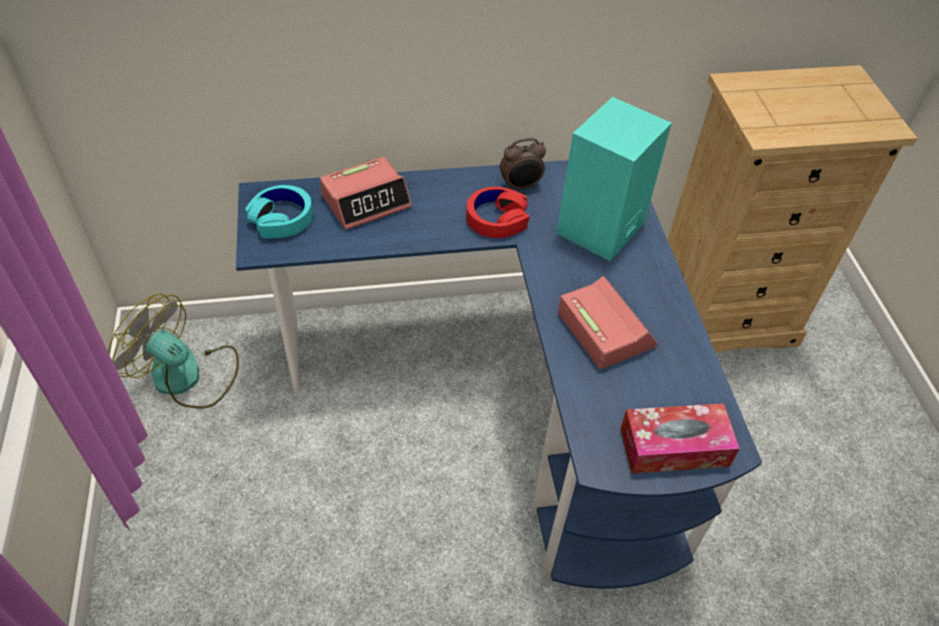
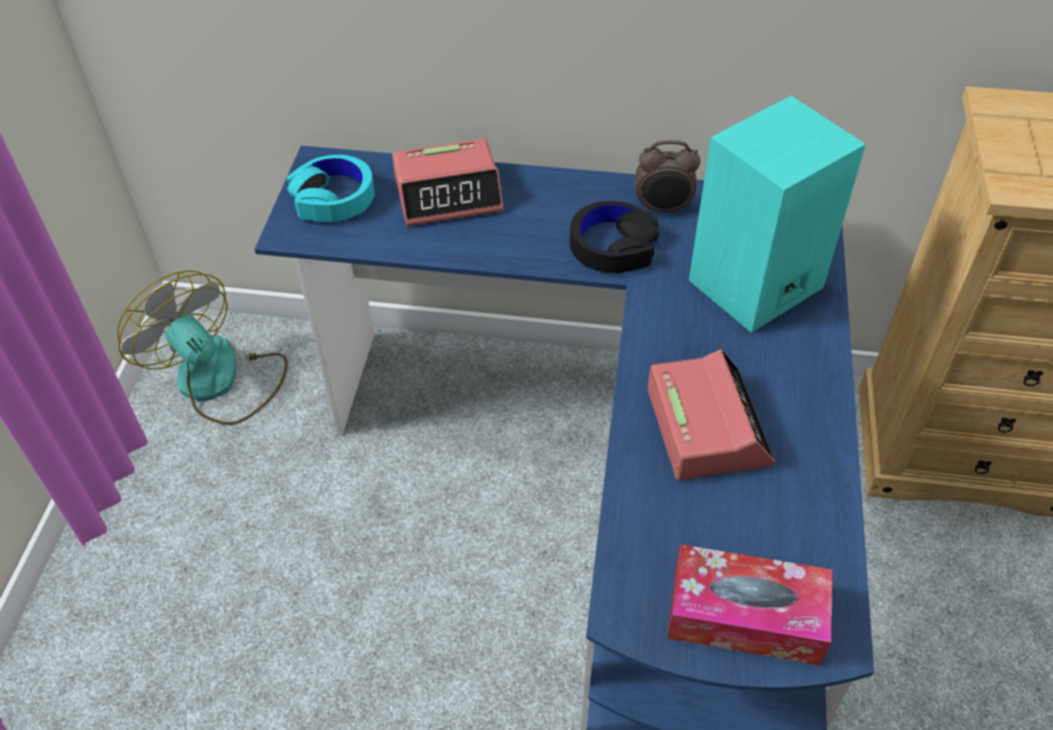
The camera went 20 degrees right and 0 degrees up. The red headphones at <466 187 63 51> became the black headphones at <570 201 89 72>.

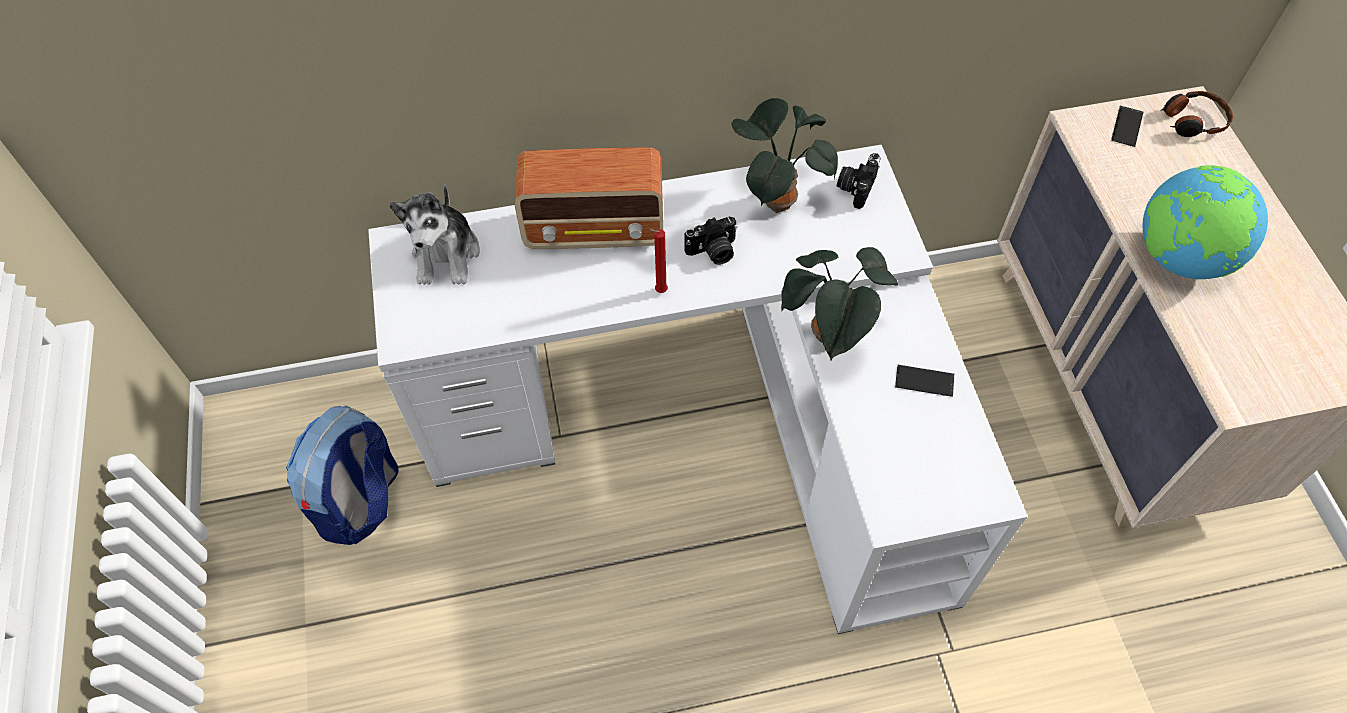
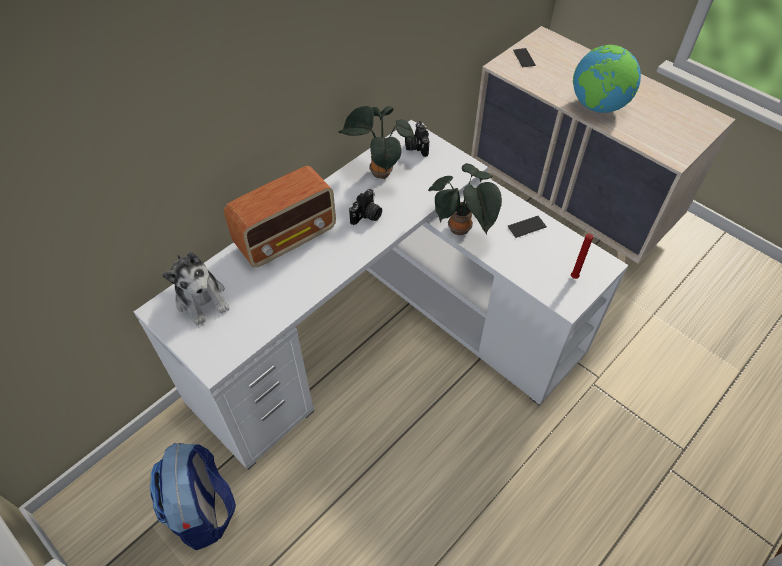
The camera went 35 degrees left and 5 degrees down. The headphones at <1160 91 73 46> disappeared. The red candle moved from <649 229 19 64> to <571 233 22 46>.

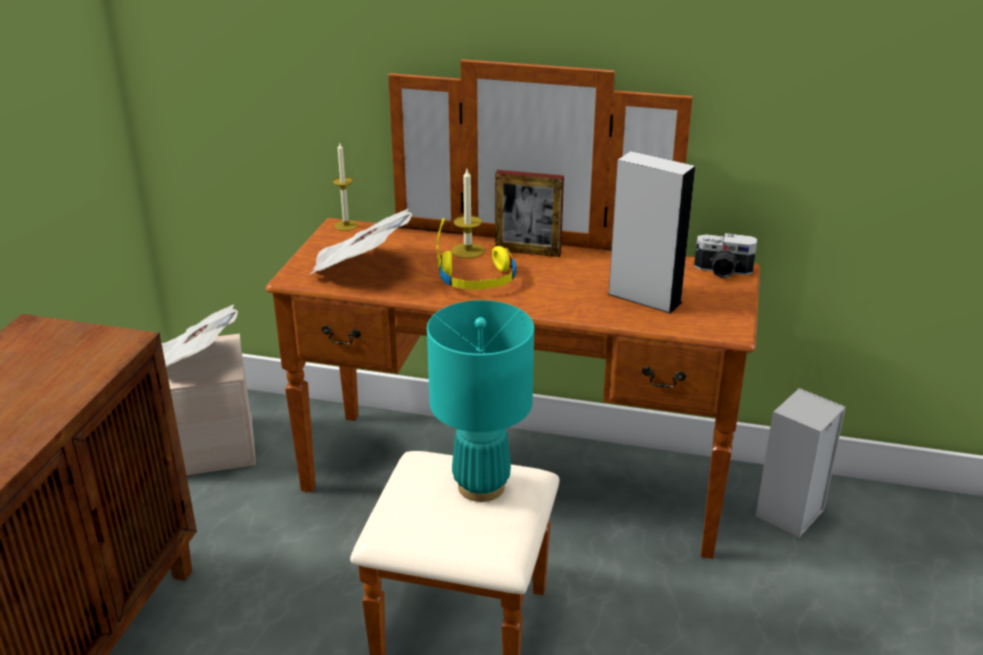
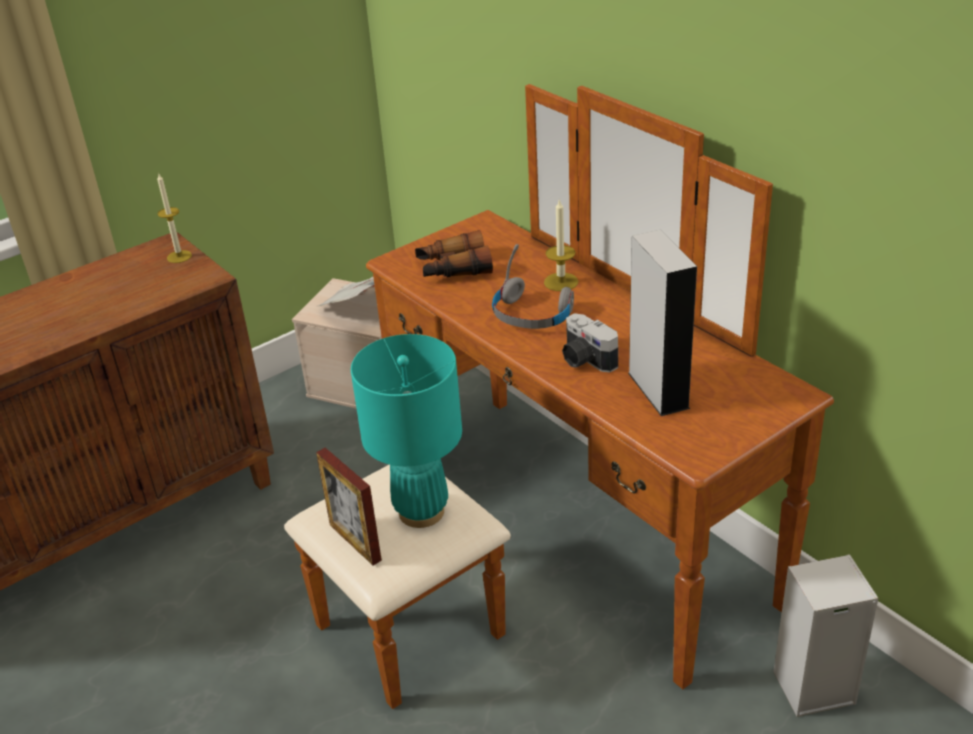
The camera went 40 degrees right and 5 degrees up. The candle moved from <333 143 25 88> to <157 174 35 89>. The picture frame moved from <495 170 69 87> to <316 448 66 117>. The newspaper at <310 209 102 65> was replaced by the binoculars at <415 230 78 47>. The yellow headphones at <437 218 79 72> became the grey headphones at <492 244 82 85>. The photo camera moved from <694 233 63 46> to <562 313 56 60>.

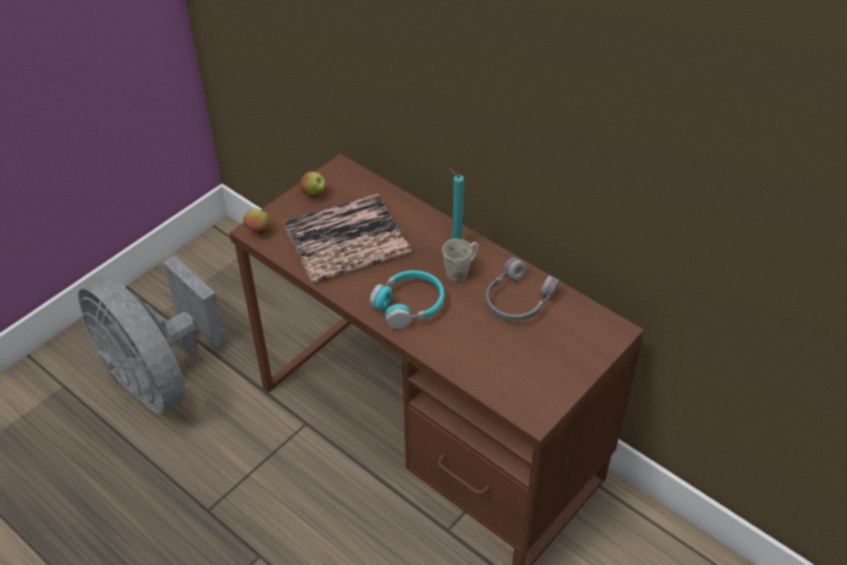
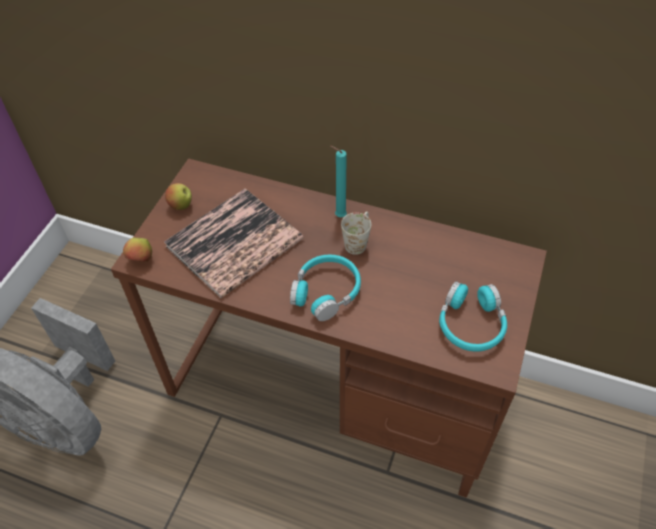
The camera went 20 degrees left and 5 degrees up. The grey headphones at <486 257 74 64> disappeared. The turquoise headphones at <439 281 68 71> appeared.

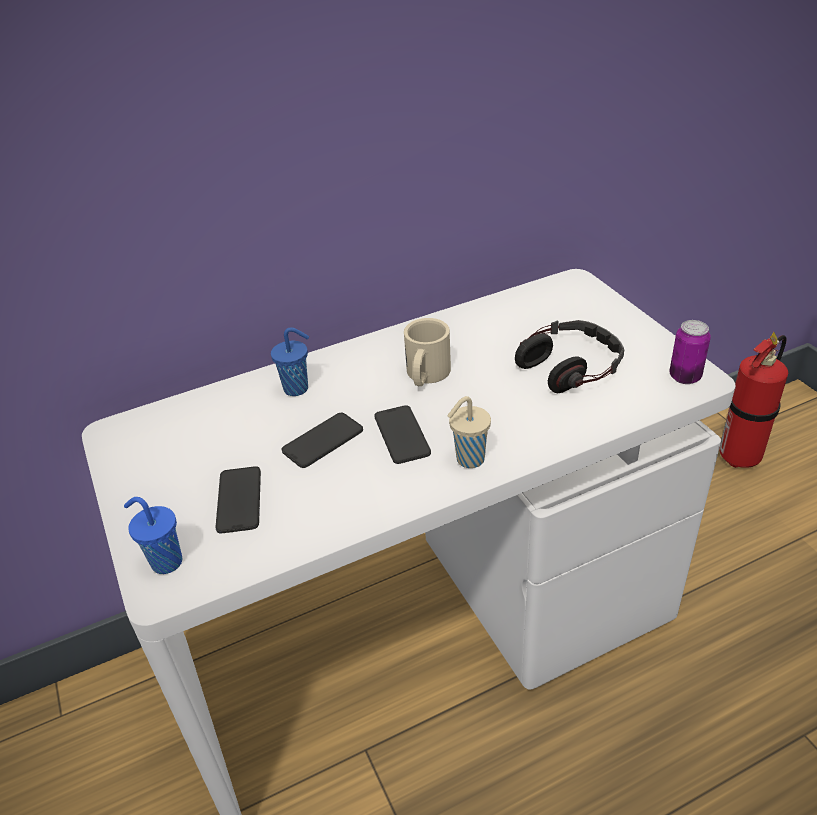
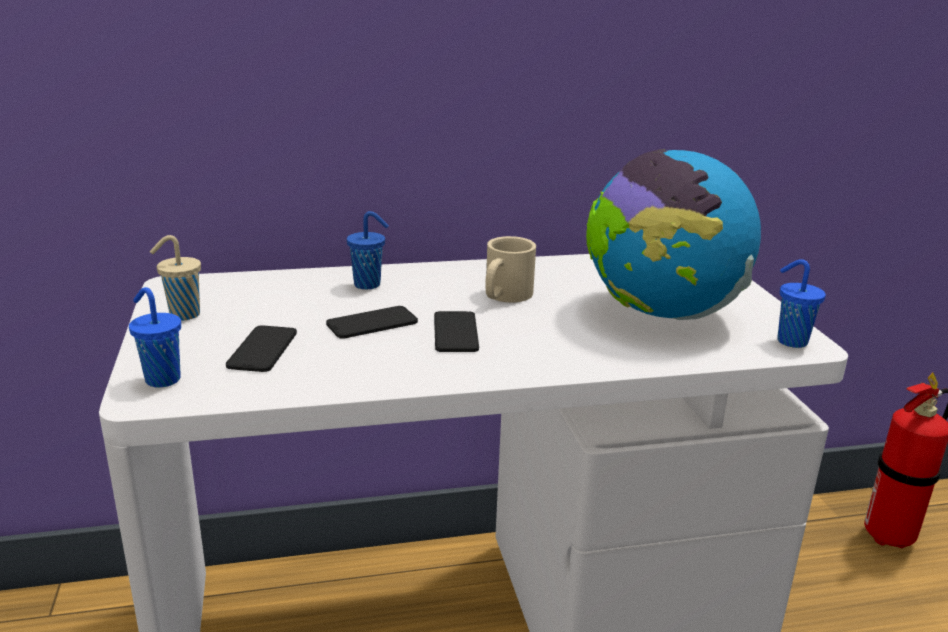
The camera went 10 degrees right and 15 degrees down. The headphones at <515 320 109 73> was replaced by the globe at <586 149 175 171>. The can at <669 320 42 64> was replaced by the blue cup at <777 259 49 89>. The beige cup moved from <447 396 44 72> to <150 235 51 86>.

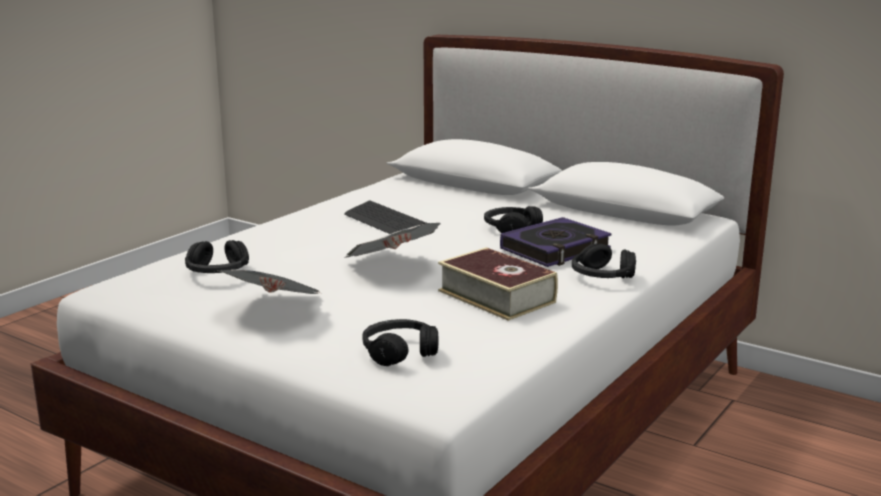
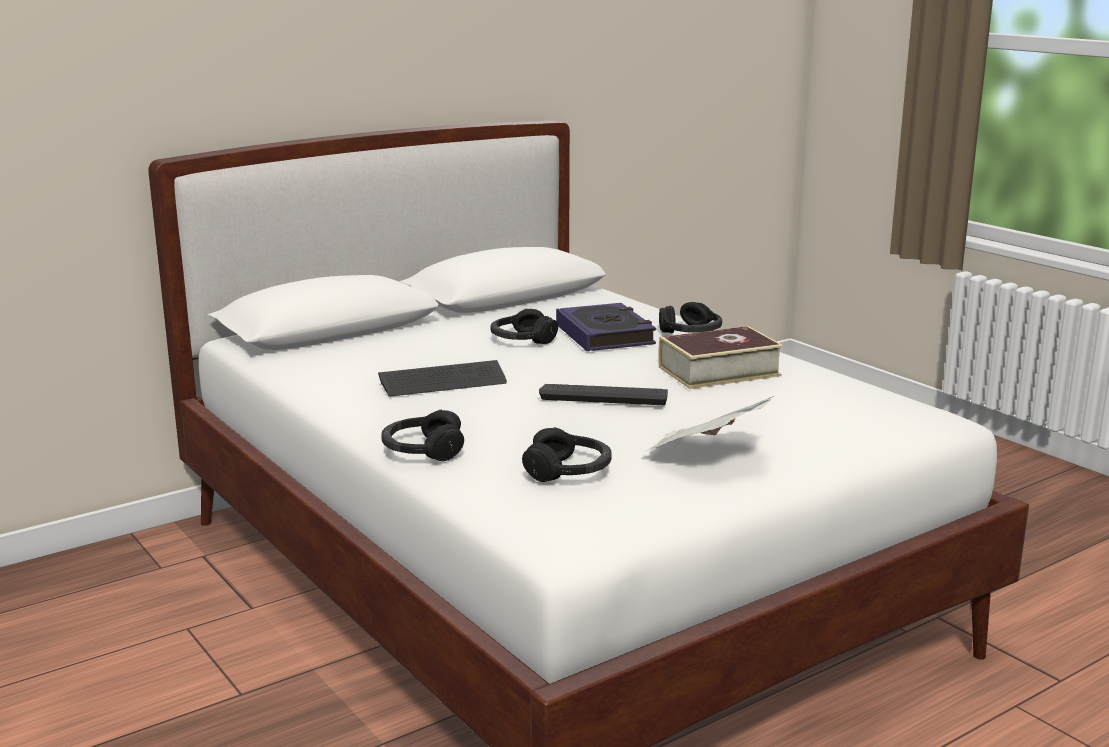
The camera went 70 degrees left and 0 degrees up. The newspaper at <346 223 95 34> was replaced by the keyboard at <539 384 129 21>. The black headphones moved from <362 319 77 47> to <381 410 83 51>.

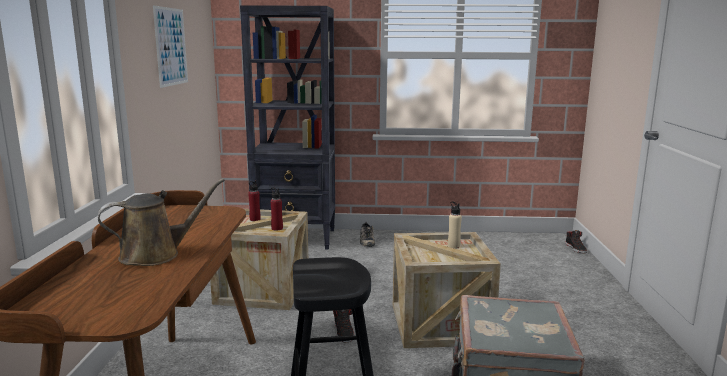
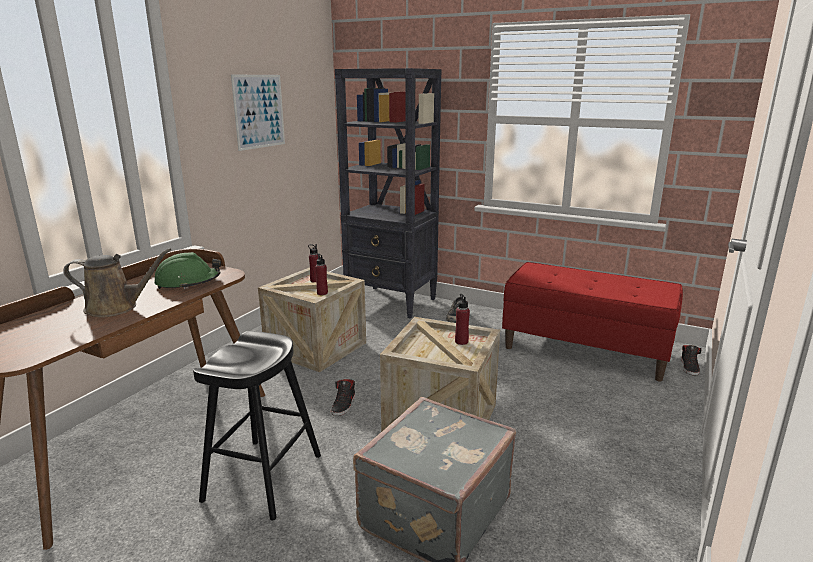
The camera went 25 degrees right and 5 degrees up. The beige bottle at <448 201 14 48> became the red bottle at <455 294 15 51>. The green hard hat at <154 252 67 37> appeared. The red bench at <502 262 181 120> appeared.

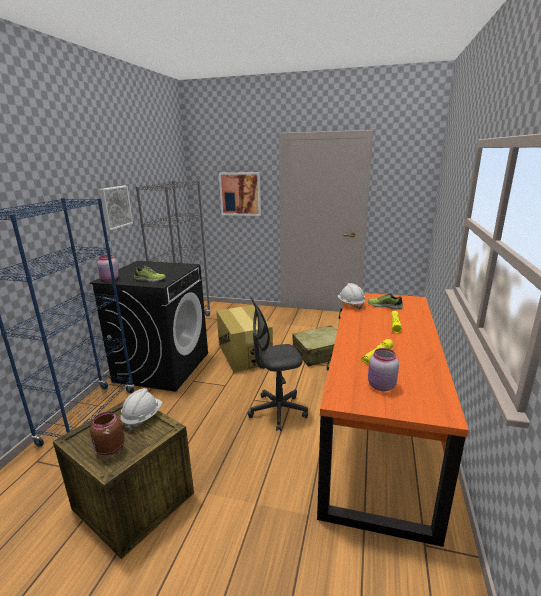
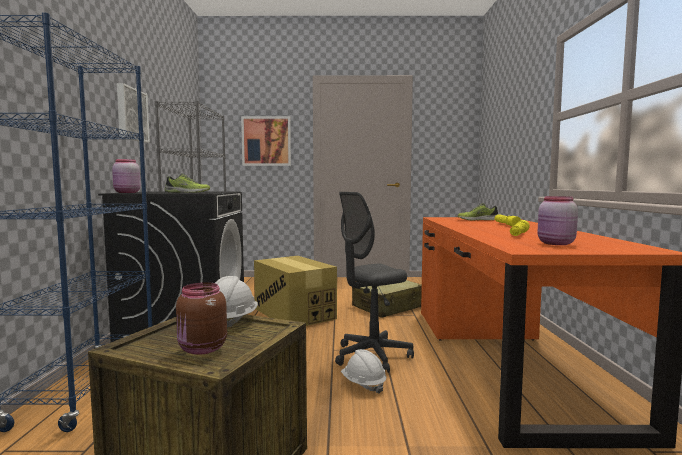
The camera went 15 degrees left and 15 degrees down. The white hard hat moved from <338 283 28 27> to <341 349 46 45>.

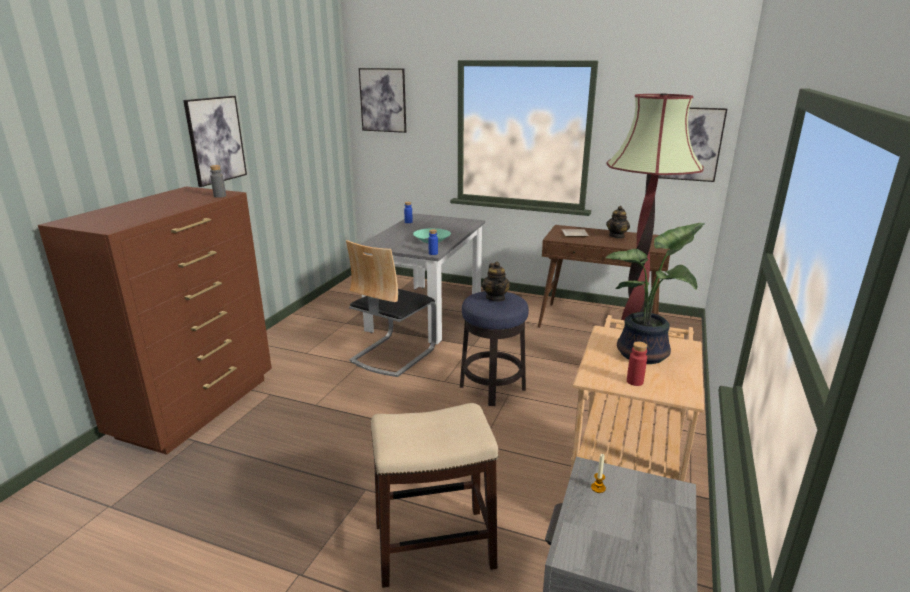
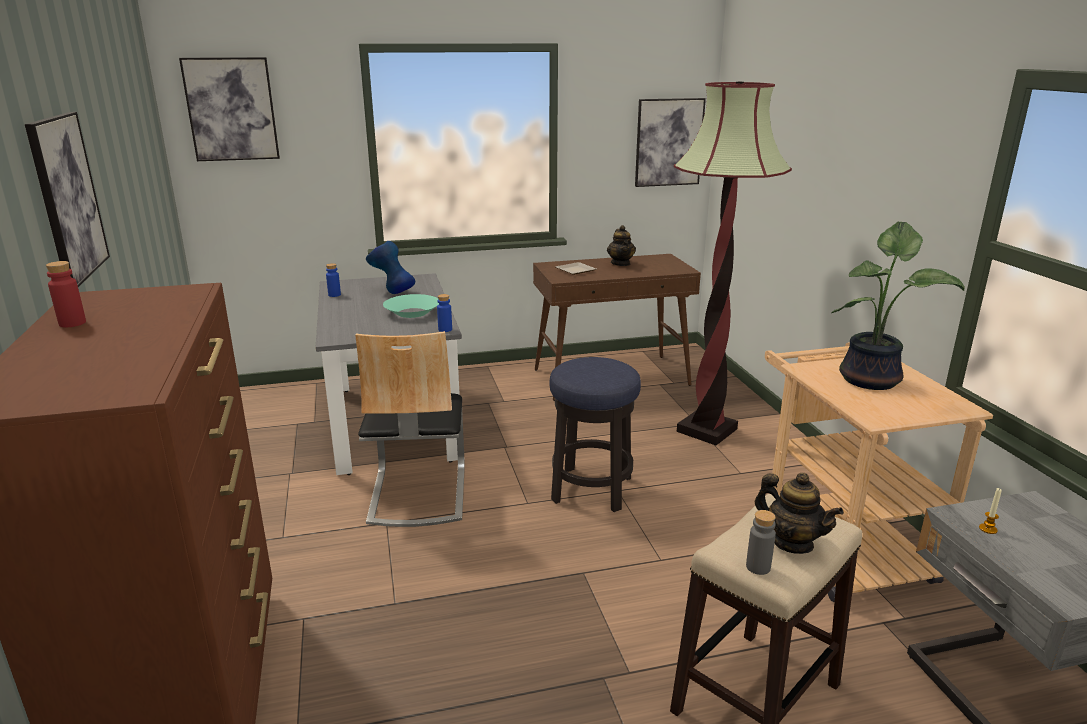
The camera went 35 degrees left and 0 degrees up. The grey bottle moved from <210 165 16 33> to <746 510 30 65>. The teapot moved from <482 261 28 41> to <755 473 89 81>. The red bottle moved from <627 341 20 45> to <46 261 40 66>. The blue vase at <366 241 49 53> appeared.

